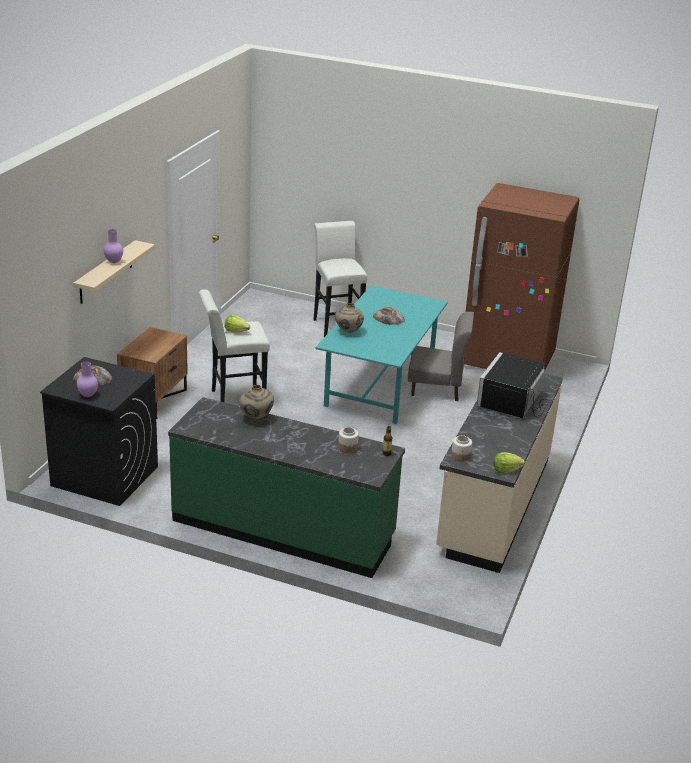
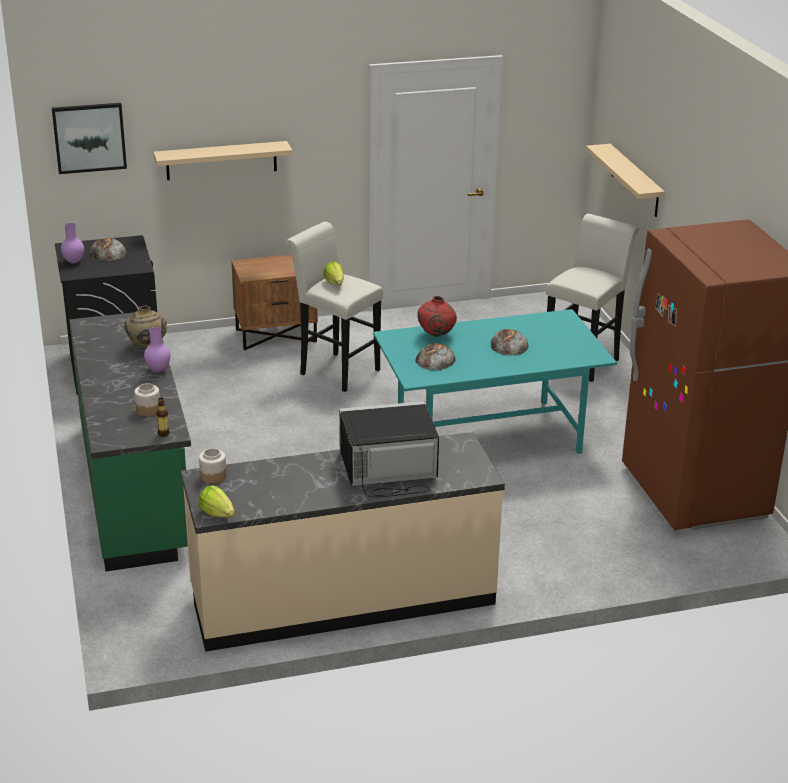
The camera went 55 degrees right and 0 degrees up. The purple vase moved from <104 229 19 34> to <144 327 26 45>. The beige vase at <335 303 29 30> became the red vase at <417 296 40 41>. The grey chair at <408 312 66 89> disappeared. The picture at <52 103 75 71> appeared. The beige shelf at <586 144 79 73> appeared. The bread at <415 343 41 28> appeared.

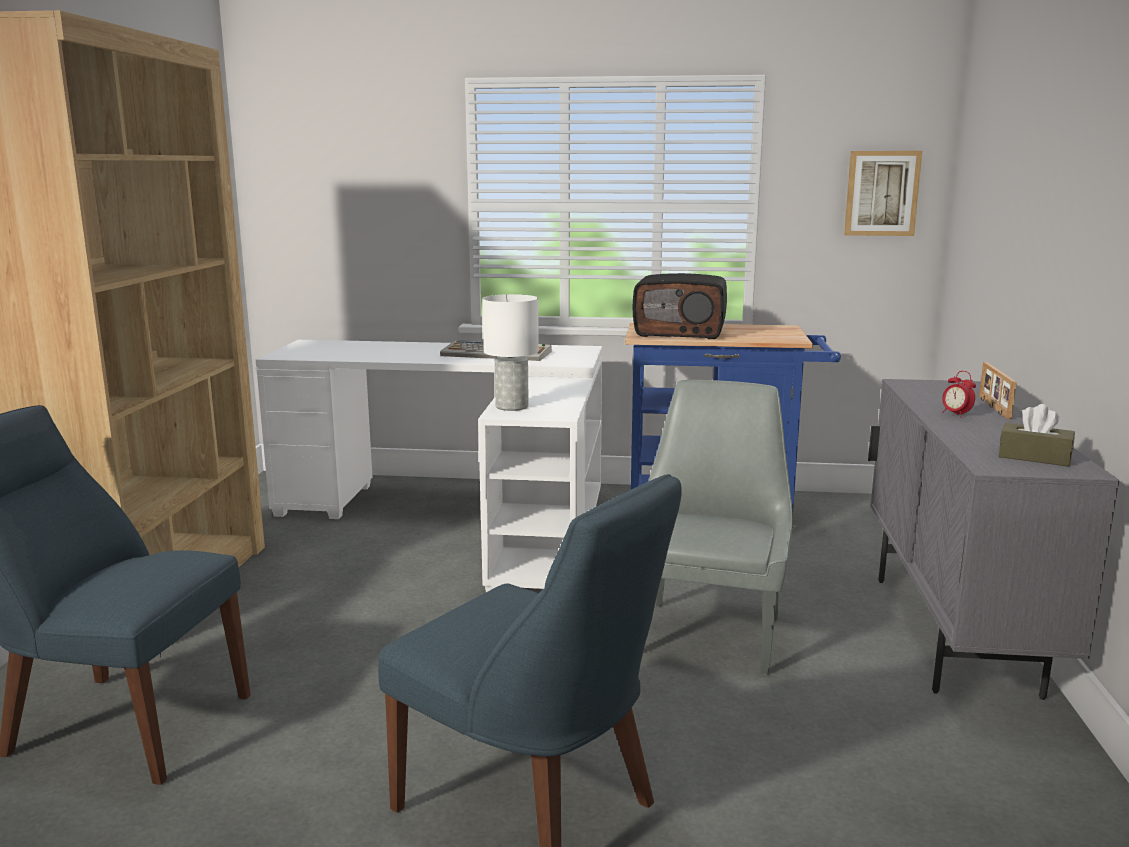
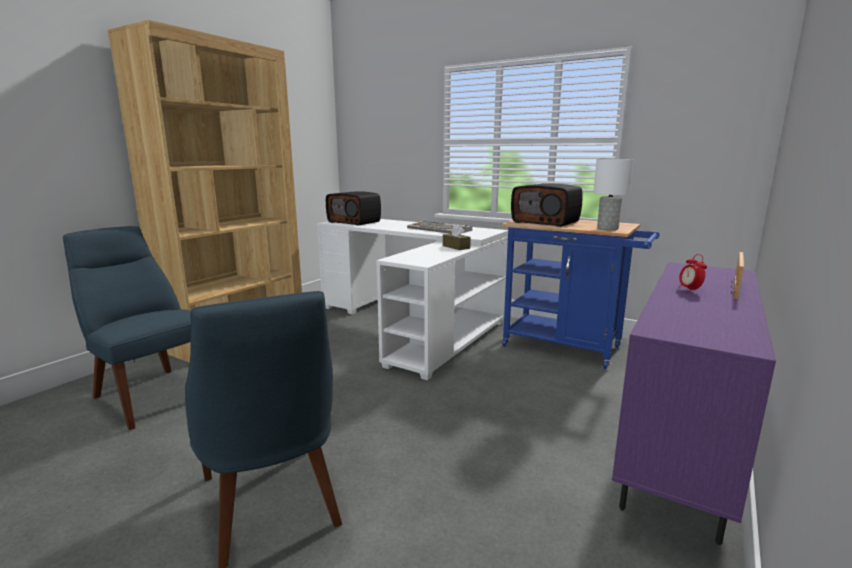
The camera went 25 degrees right and 0 degrees up. The picture at <844 151 78 85> disappeared. The white table lamp moved from <482 294 57 117> to <593 159 41 71>. The grey cabinet at <868 379 251 321> became the purple cabinet at <612 262 164 283>. The grey chair at <648 380 145 295> disappeared. The brown tissue box moved from <999 404 76 63> to <443 224 28 26>. The radio at <326 191 55 35> appeared.

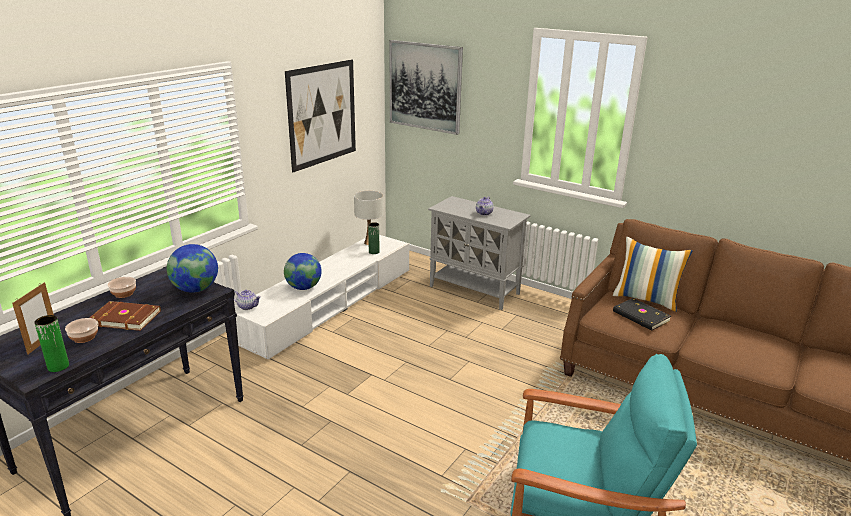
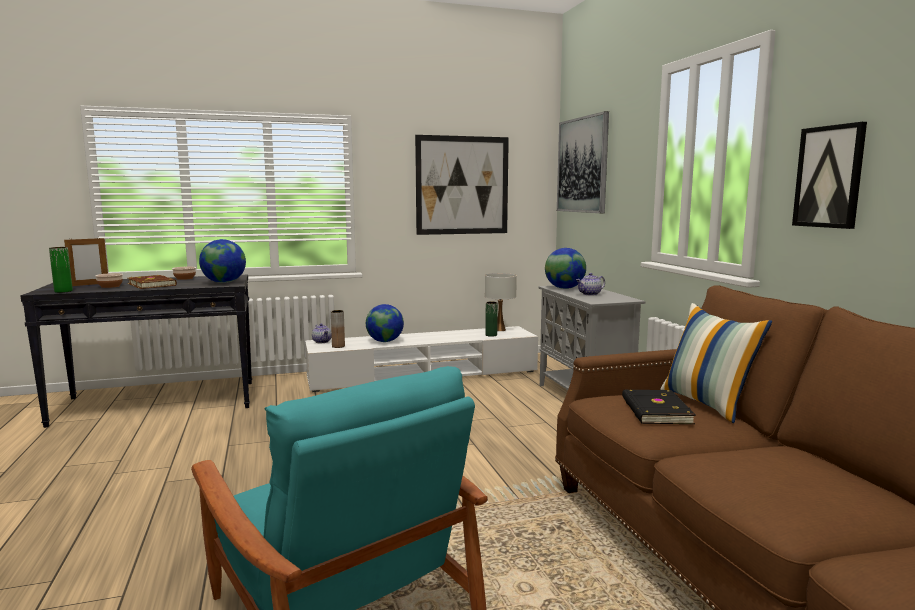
The camera went 40 degrees right and 15 degrees down. The picture at <792 122 75 107> appeared. The globe at <545 248 41 41> appeared. The brown vase at <331 310 14 38> appeared.

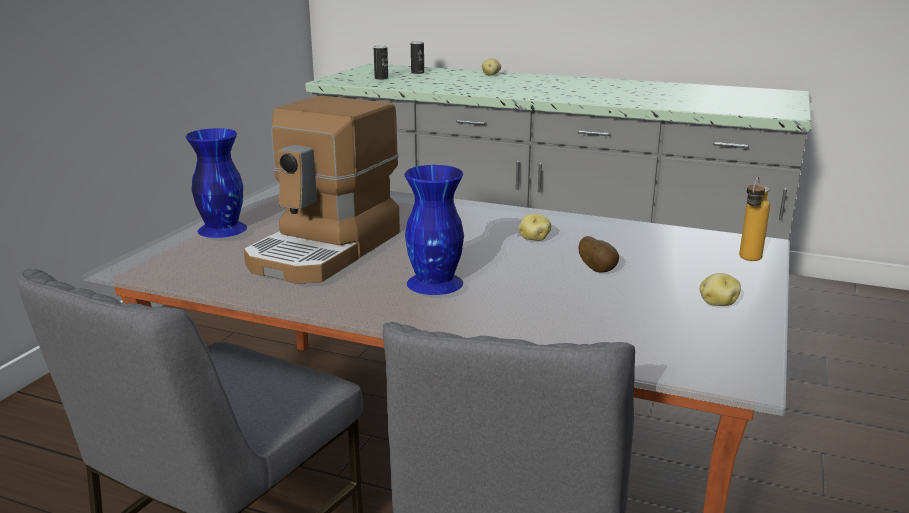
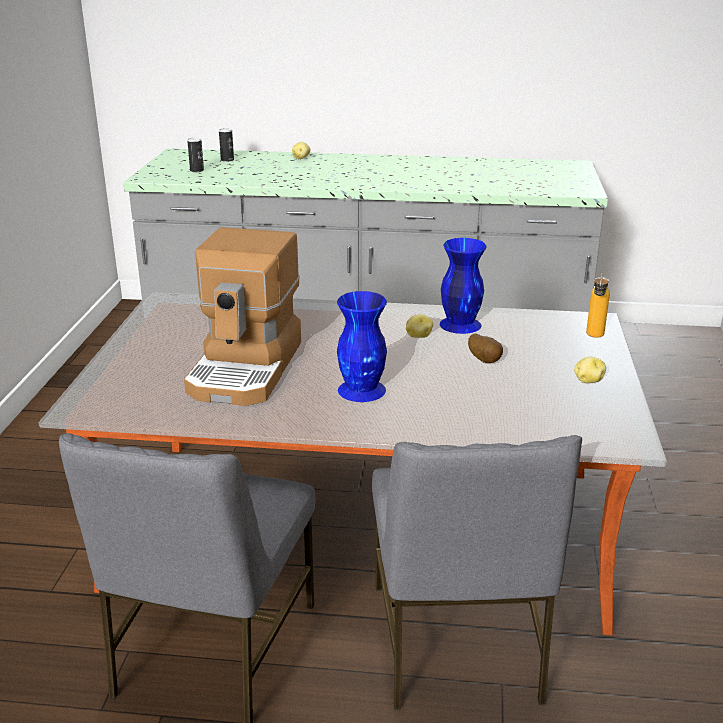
The camera went 15 degrees left and 5 degrees up. The blue vase moved from <186 128 61 110> to <440 238 47 96>.

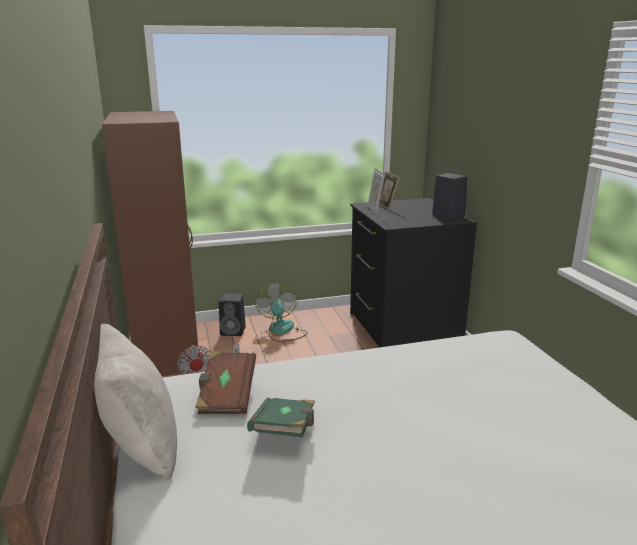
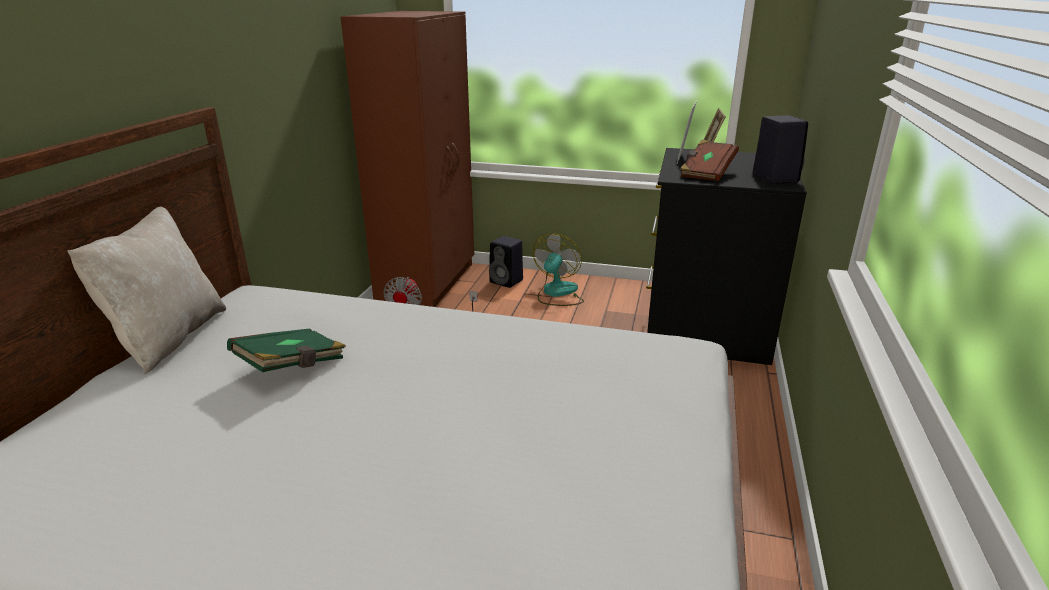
The camera went 30 degrees right and 5 degrees up. The brown book moved from <195 351 61 63> to <680 140 59 41>.

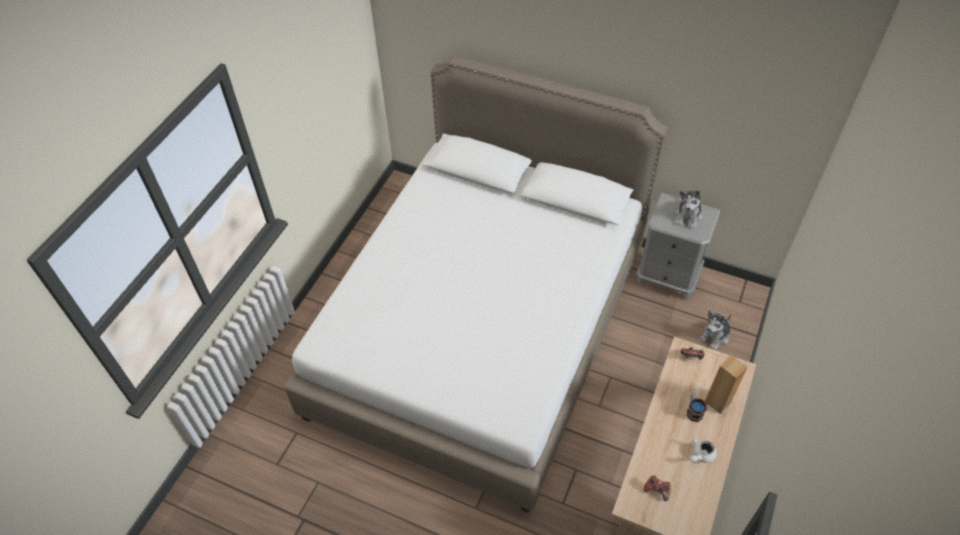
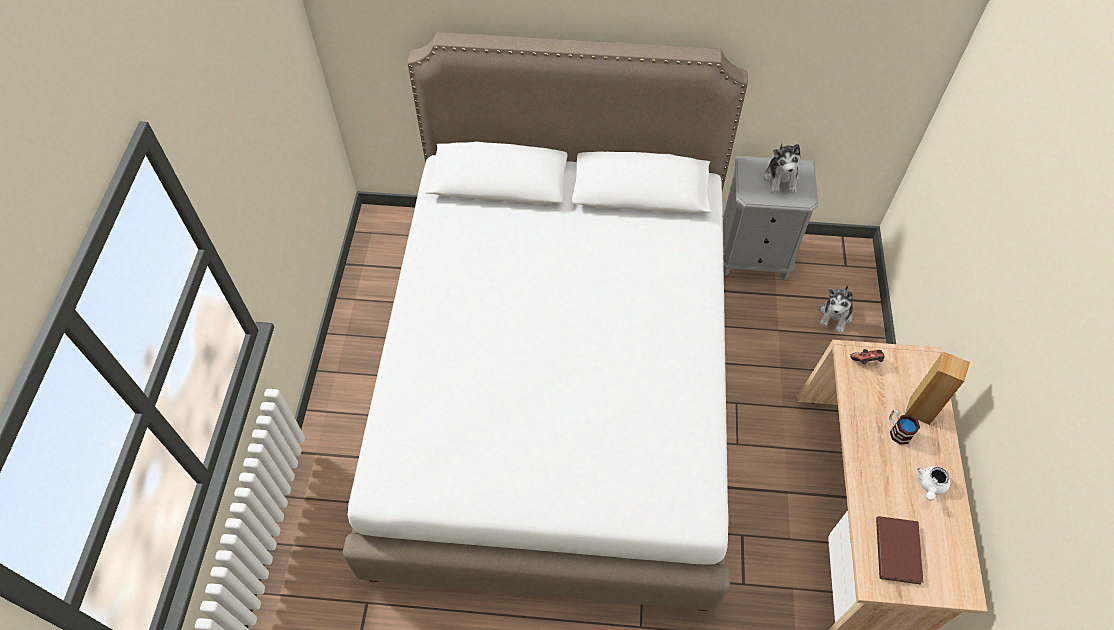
The camera went 20 degrees left and 5 degrees up. The game controller at <643 475 28 26> was replaced by the brown book at <876 516 47 69>.

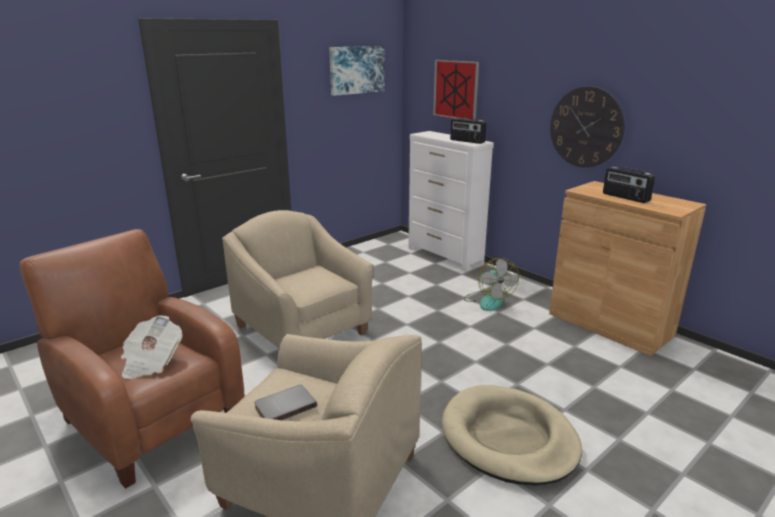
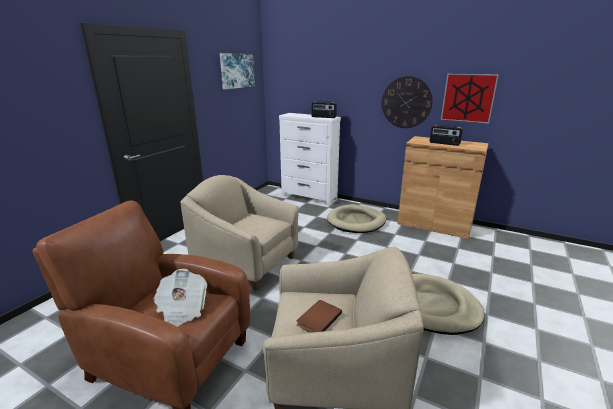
The camera went 20 degrees left and 0 degrees up. The picture moved from <433 60 46 60> to <441 73 58 51>. The fan at <464 258 55 53> was replaced by the beige dog bed at <327 204 59 29>. The grey book at <254 385 63 35> became the brown book at <297 300 45 33>.

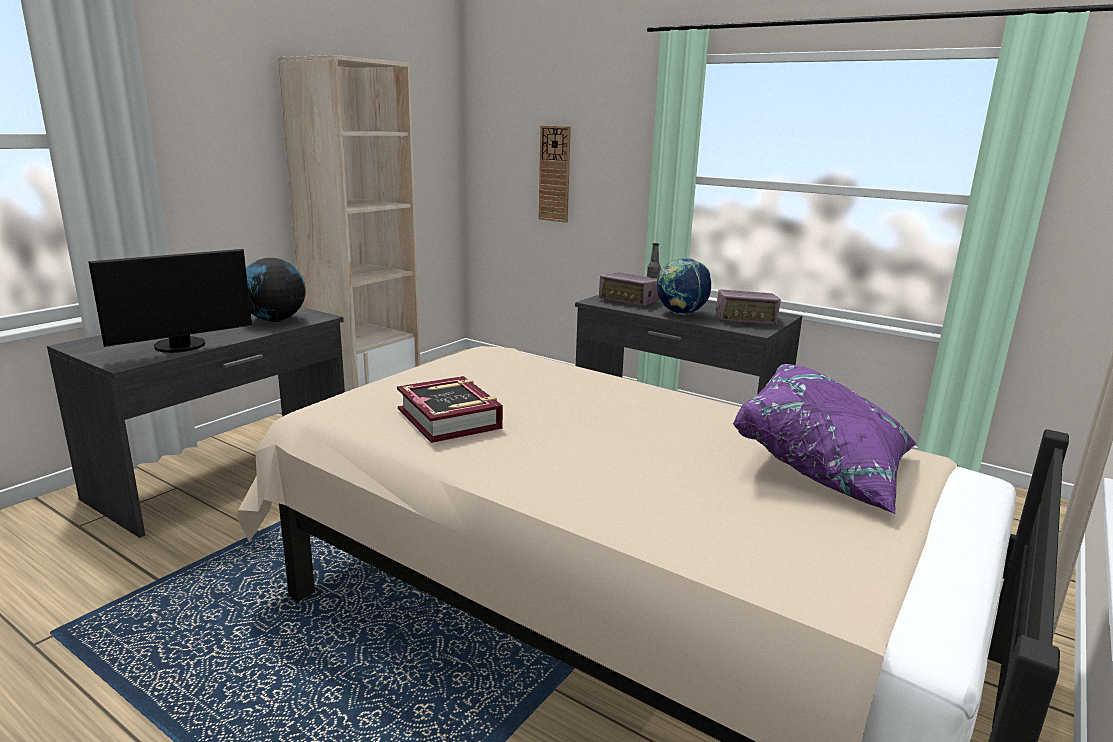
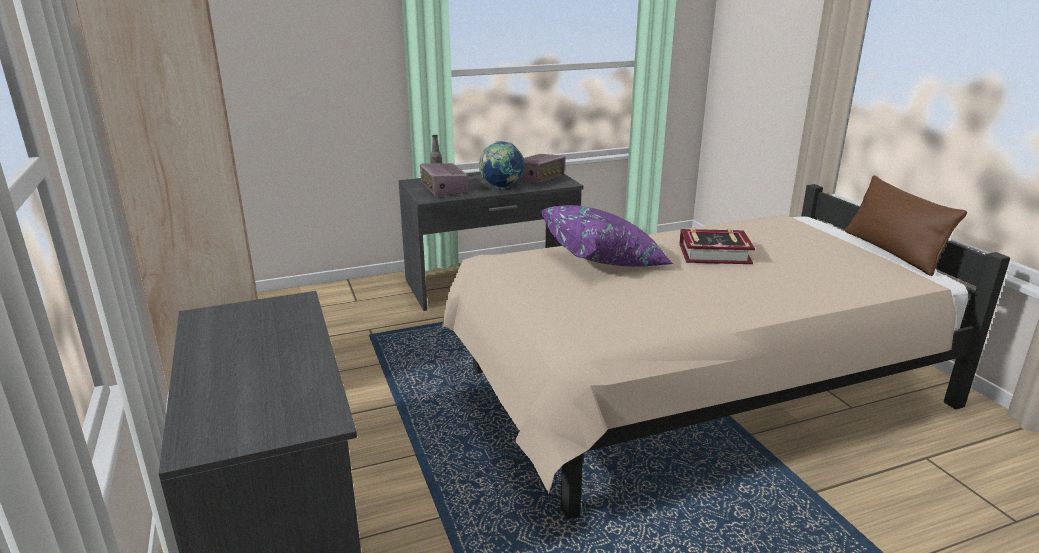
The camera went 55 degrees left and 5 degrees up. The wall clock at <539 125 32 98> disappeared. The monitor at <88 249 164 104> disappeared. The globe at <246 258 60 64> disappeared. The radio at <599 272 61 34> turned 90 degrees clockwise. The purple pillow moved from <733 364 184 150> to <541 205 132 62>. The book moved from <397 376 106 67> to <679 228 76 36>. The brown pillow at <845 175 122 101> appeared.

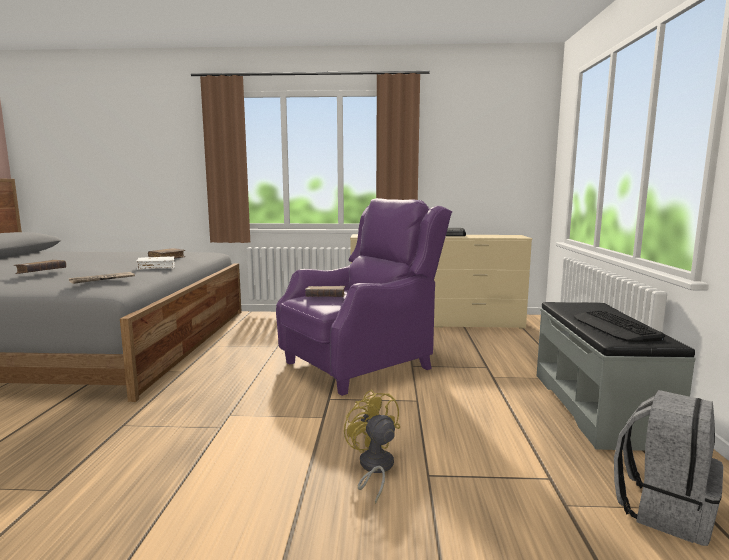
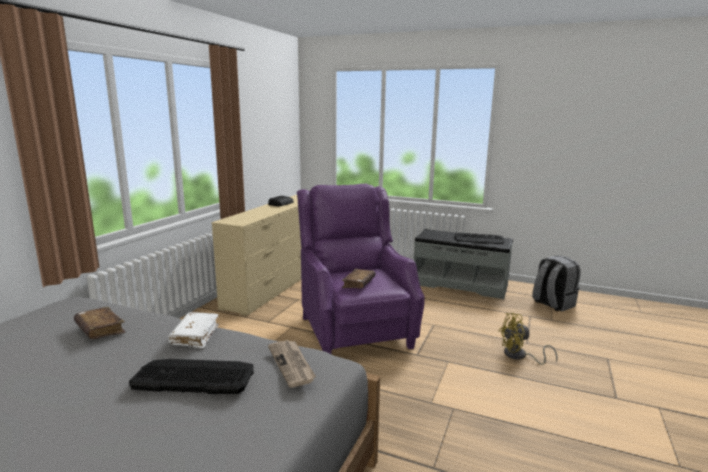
The camera went 70 degrees left and 5 degrees up. The brown book at <14 260 52 14> disappeared. The keyboard at <129 359 125 35> appeared.

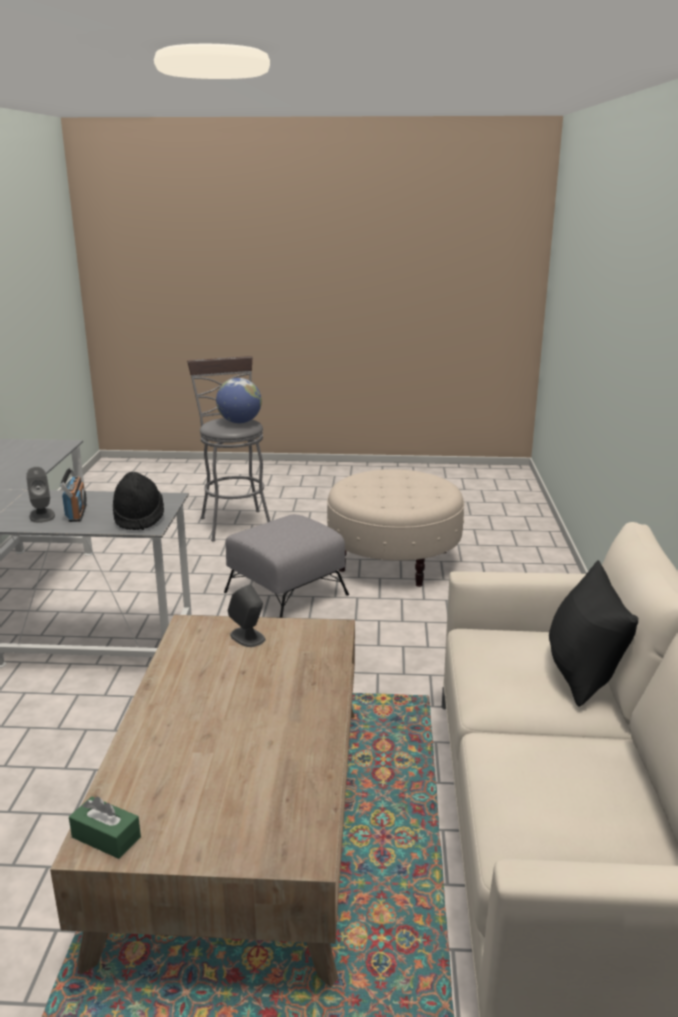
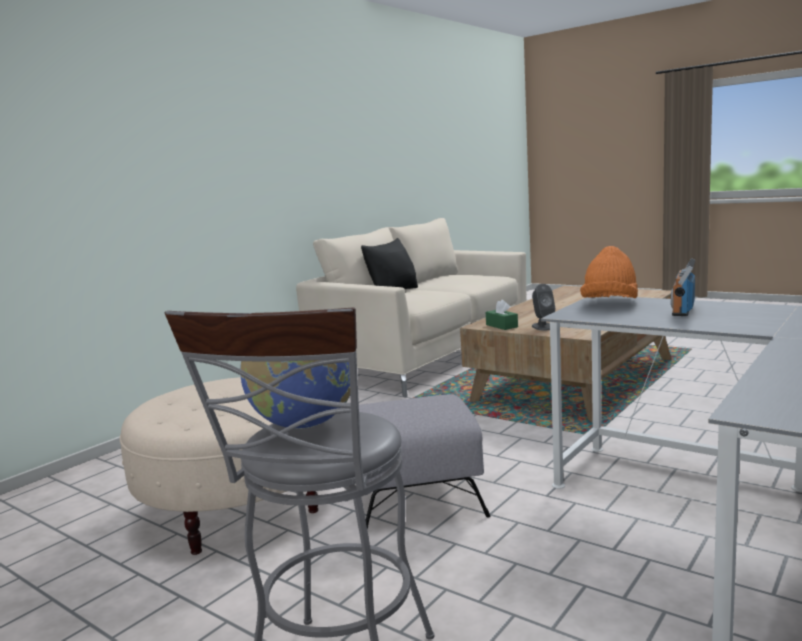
The camera went 145 degrees left and 10 degrees down. The grey speaker at <26 467 29 56> disappeared. The black hat at <113 472 51 58> became the orange hat at <580 246 58 52>. The green tissue box moved from <69 796 72 63> to <486 300 32 30>.

